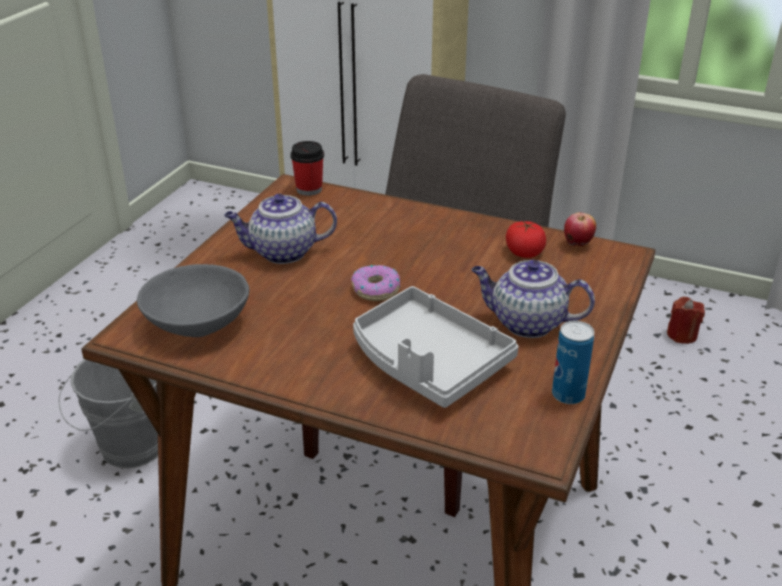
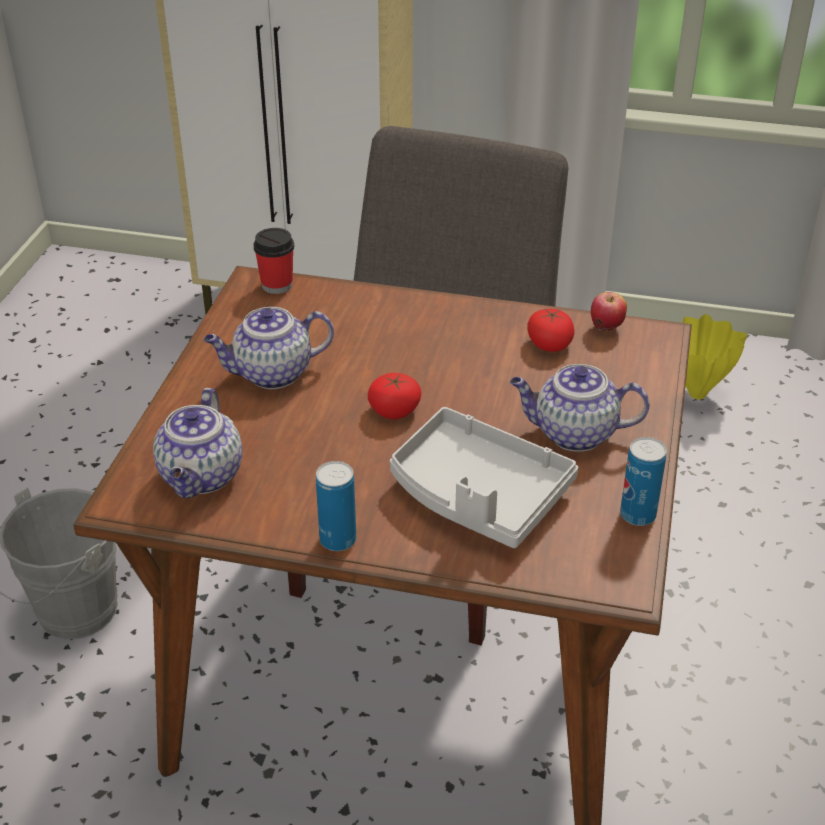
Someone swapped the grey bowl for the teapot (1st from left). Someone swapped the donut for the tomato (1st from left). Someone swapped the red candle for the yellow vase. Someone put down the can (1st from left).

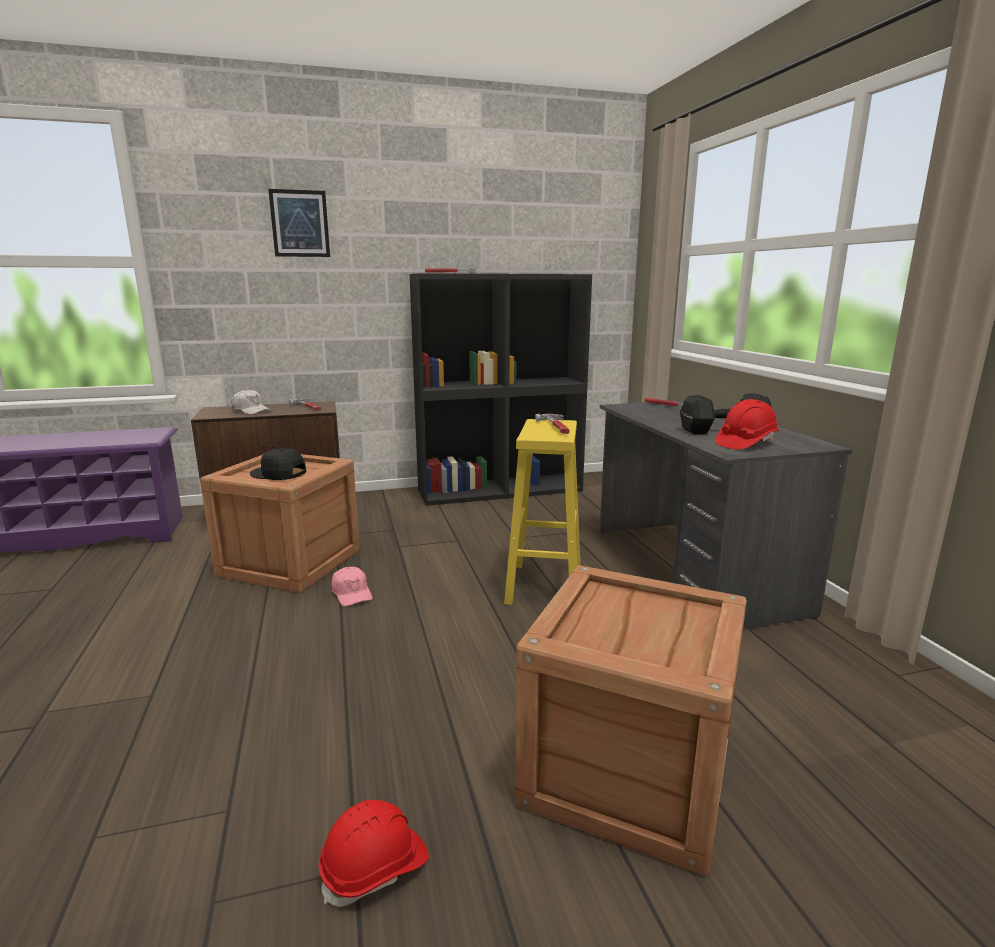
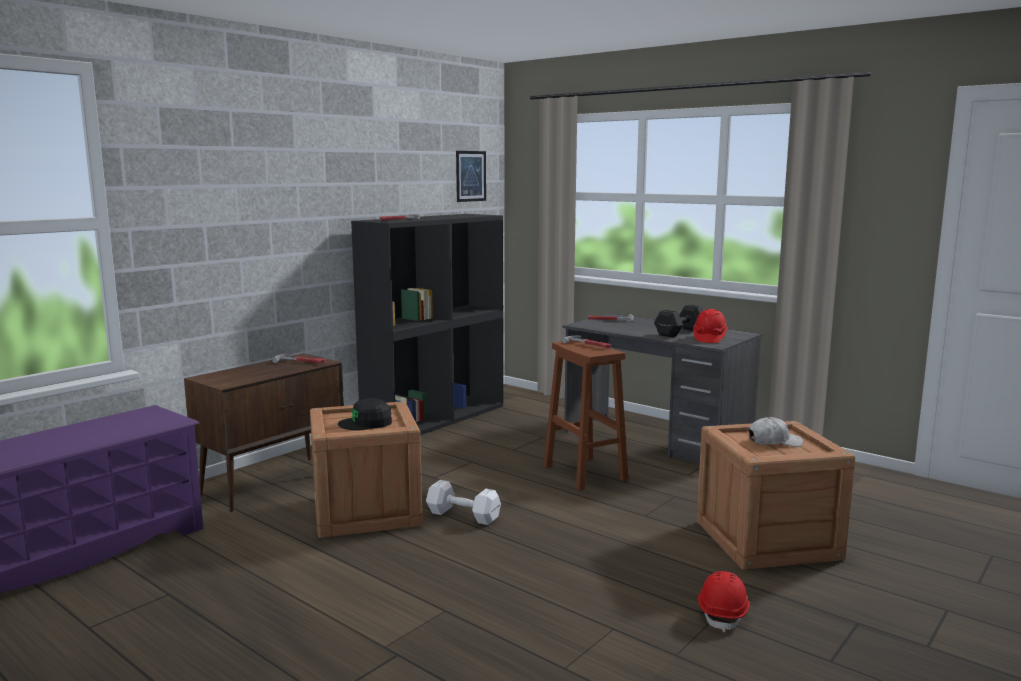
Someone carried the white cap. Someone carried the picture. Someone swapped the pink cap for the white dumbbell. Someone repainted the yellow stool, which became the brown stool.

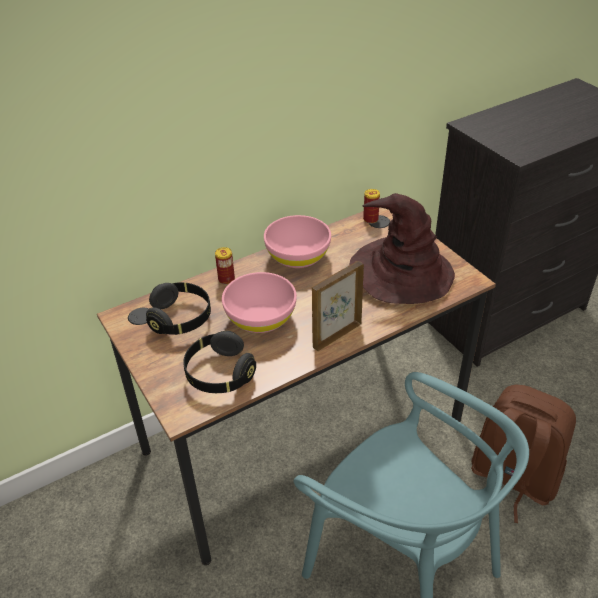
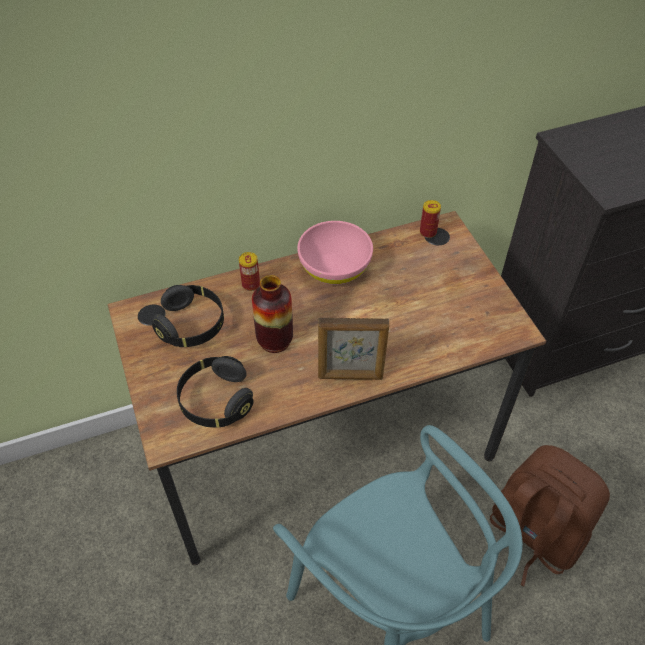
Someone swapped the pink bowl (1st from left) for the vase. Someone rotated the picture frame by 150 degrees counterclockwise. Someone took away the brown hat.

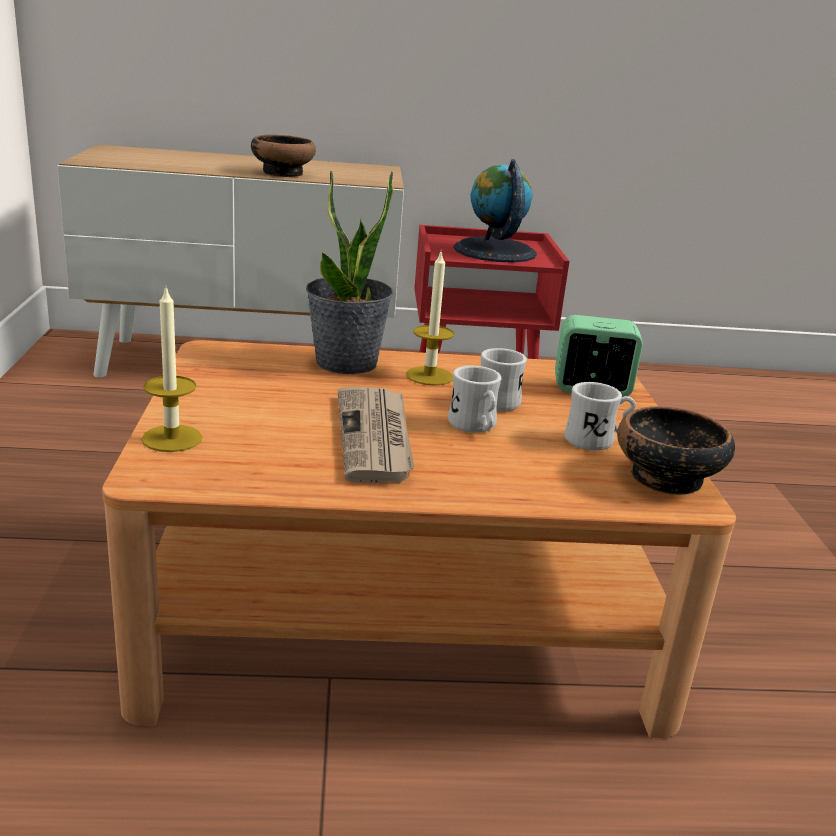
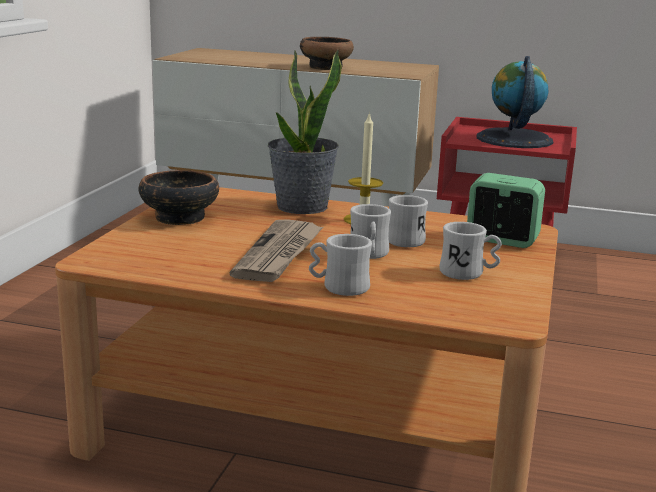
Someone took away the candle (1st from left). Someone carried the bowl (2nd from left in the first image). Someone put down the white mug (1st from left).

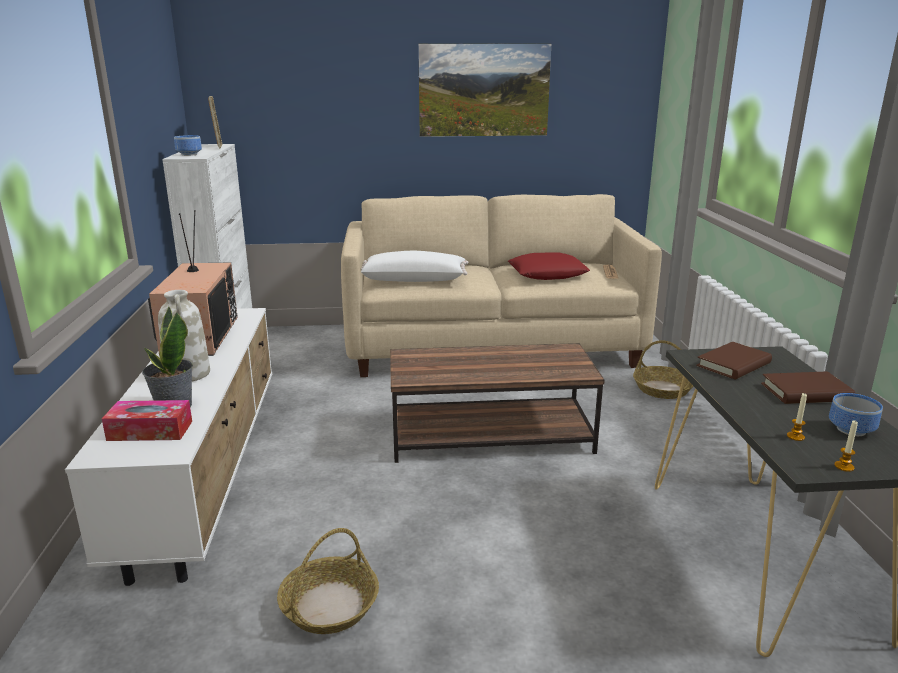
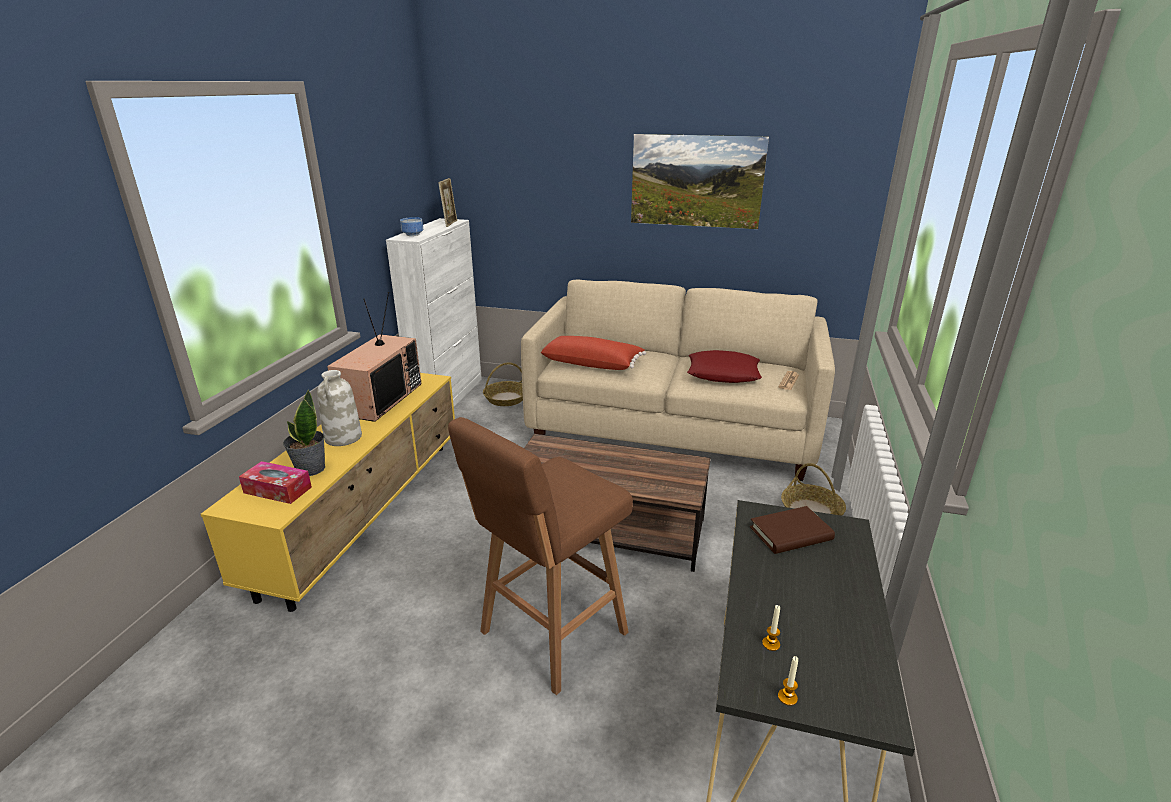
Someone repainted the white tv stand, which became the yellow tv stand. Someone carried the basket (1st from left). Someone repainted the white pillow, which became the red pillow (1st from left). Someone took away the brown book (2nd from left). Someone took away the bowl (2nd from left). Someone put down the brown stool.

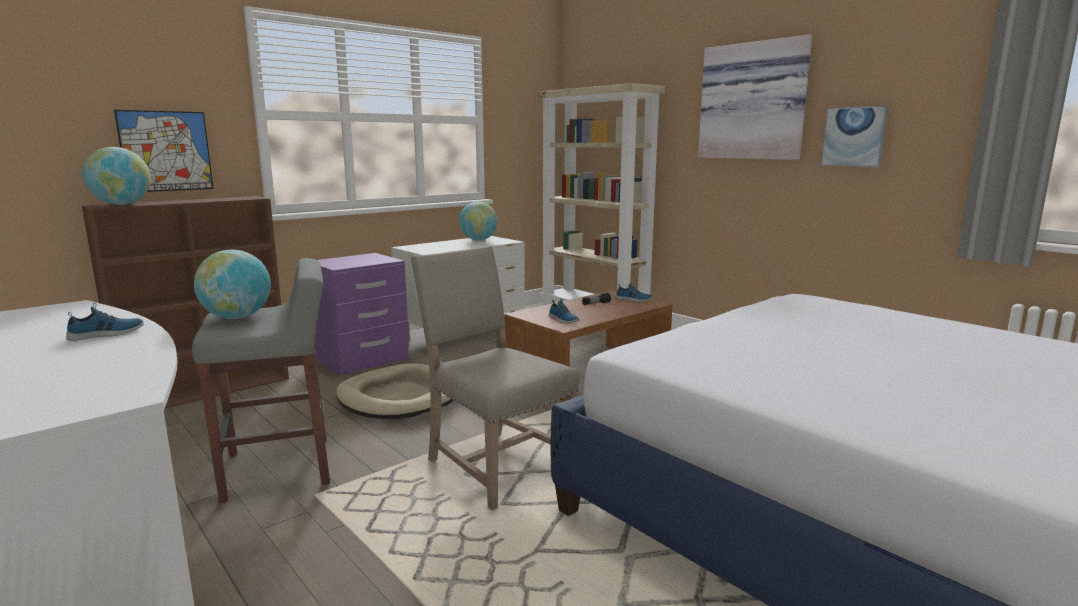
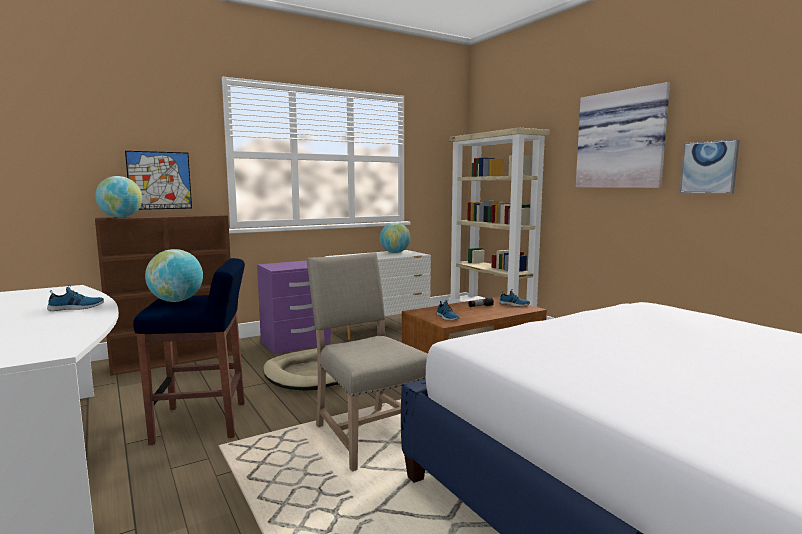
Someone repainted the grey stool, which became the blue stool.

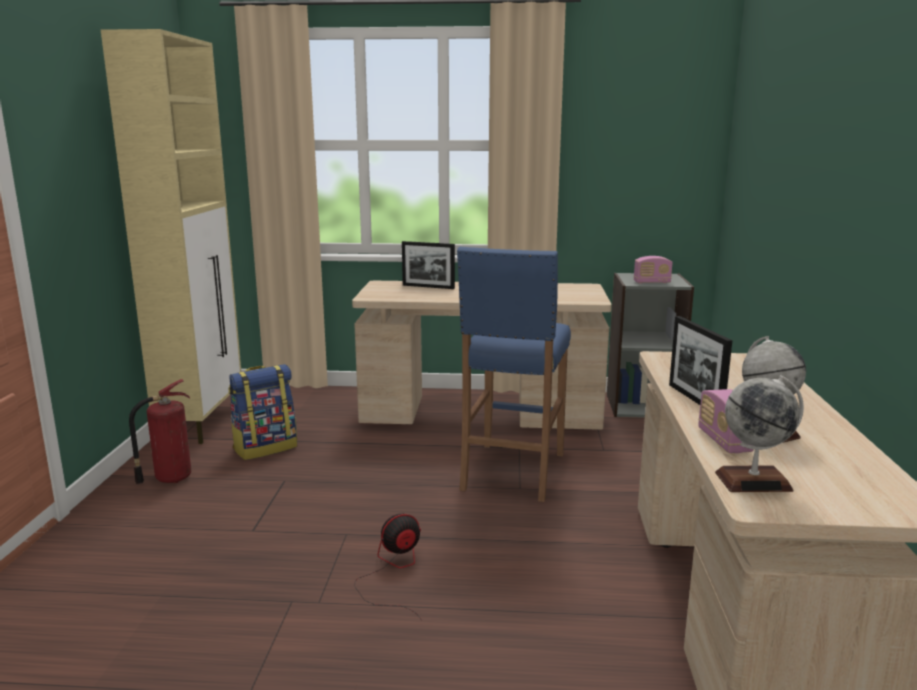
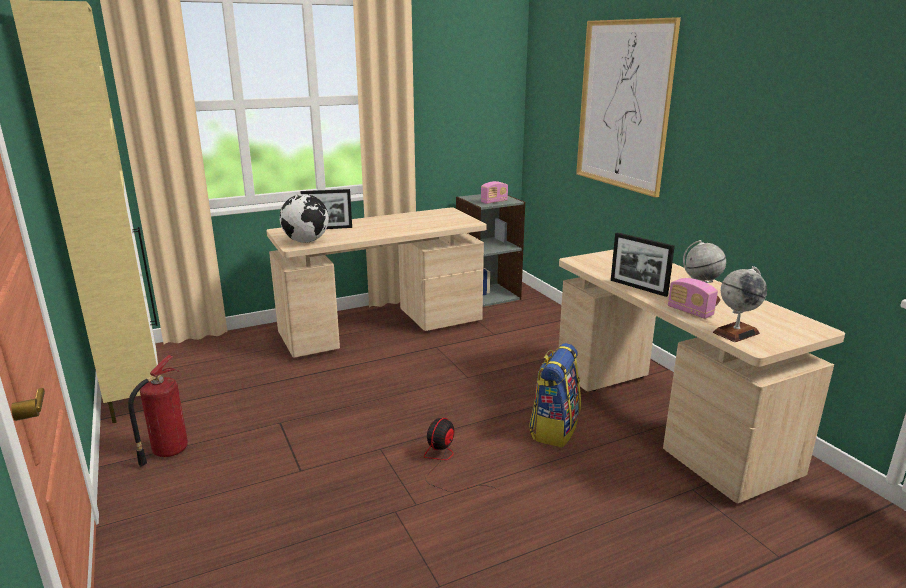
Someone carried the backpack. Someone took away the blue stool. Someone put down the globe (1st from left). Someone put up the picture.

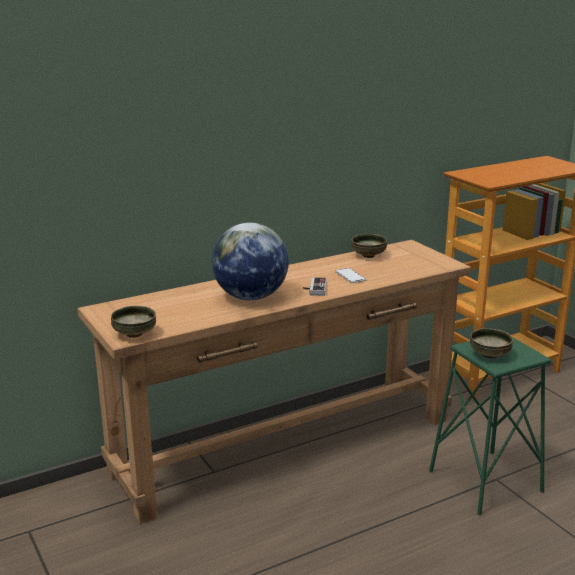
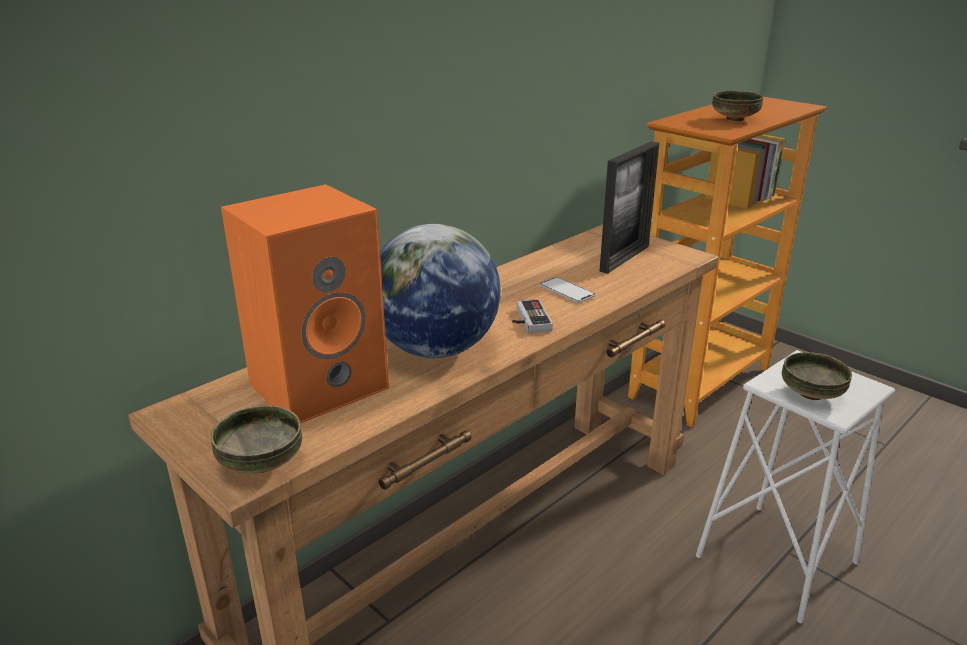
Someone carried the bowl (2nd from left). Someone repainted the green stool, which became the white stool. Someone put down the orange speaker. Someone put down the picture frame.

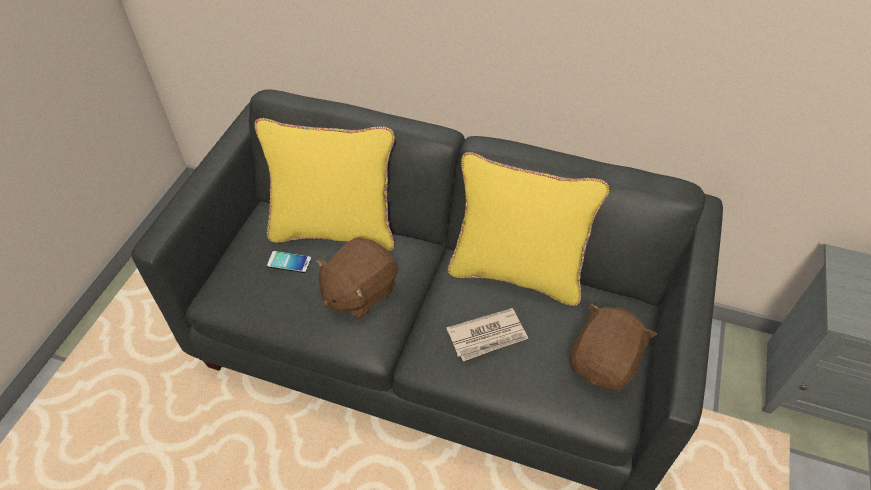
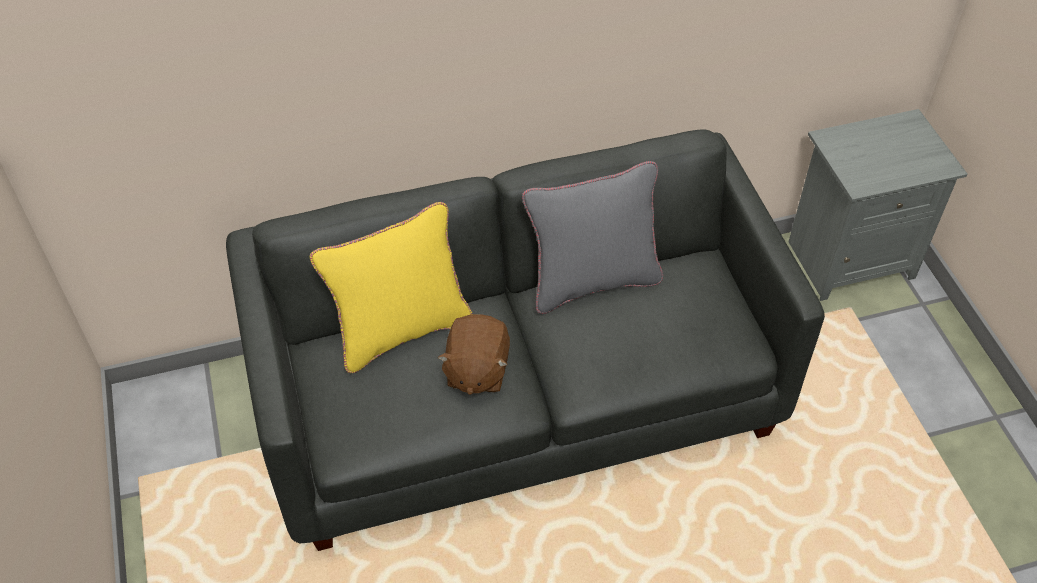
Someone took away the phone. Someone took away the newspaper. Someone repainted the yellow pillow (2nd from left), which became the grey pillow. Someone took away the brown plush toy (2nd from left).

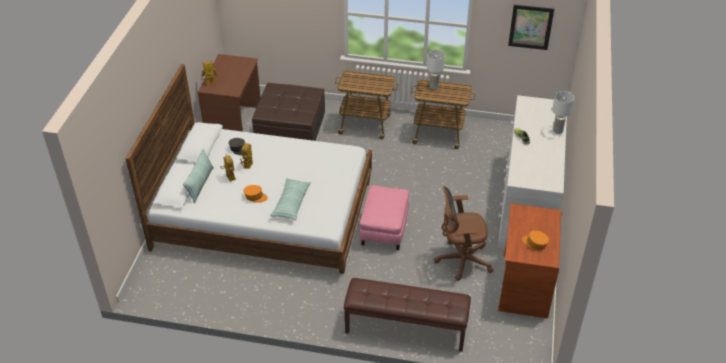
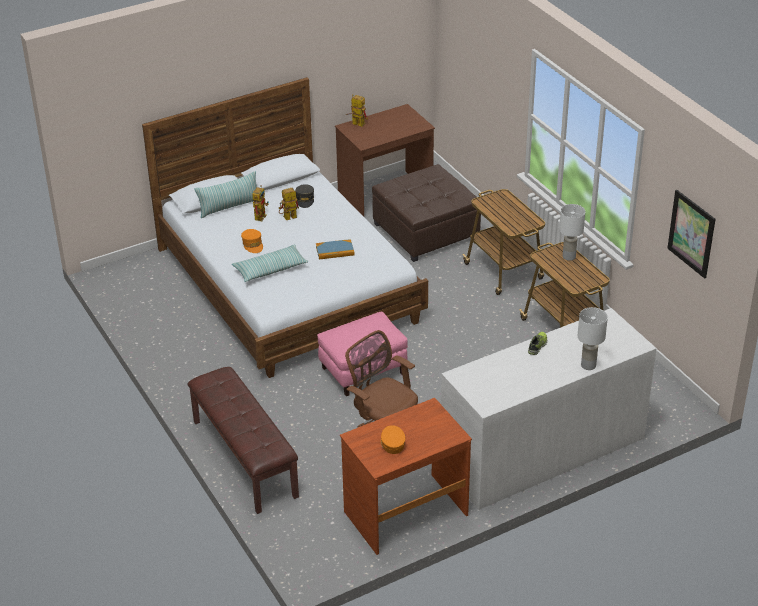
Someone put down the book.

